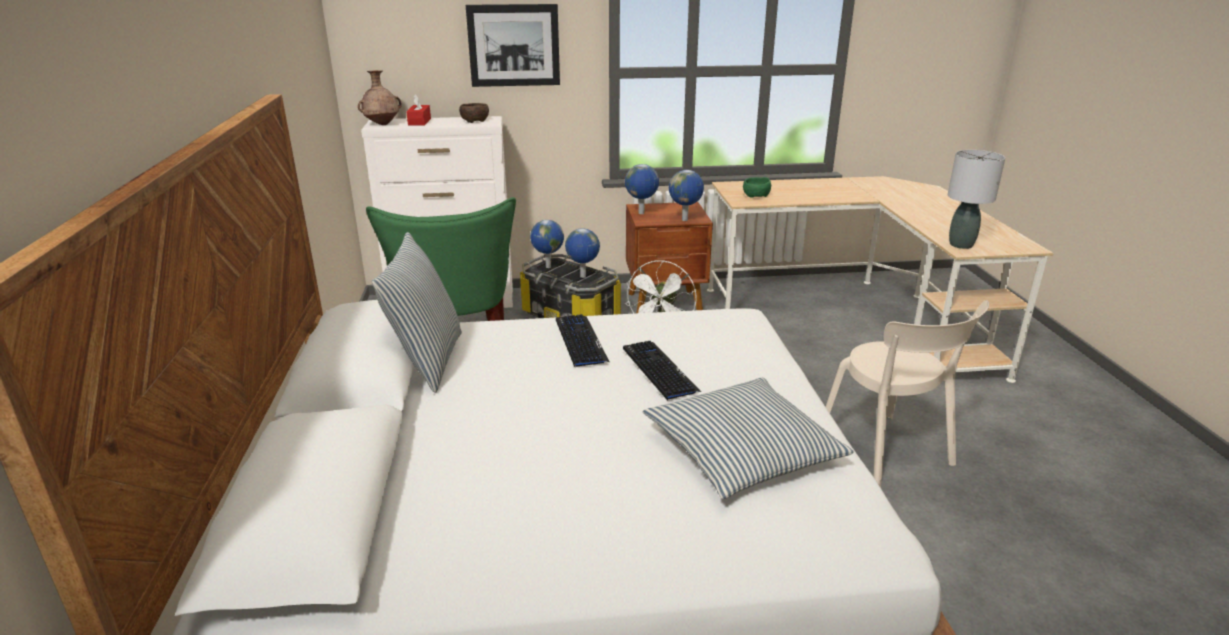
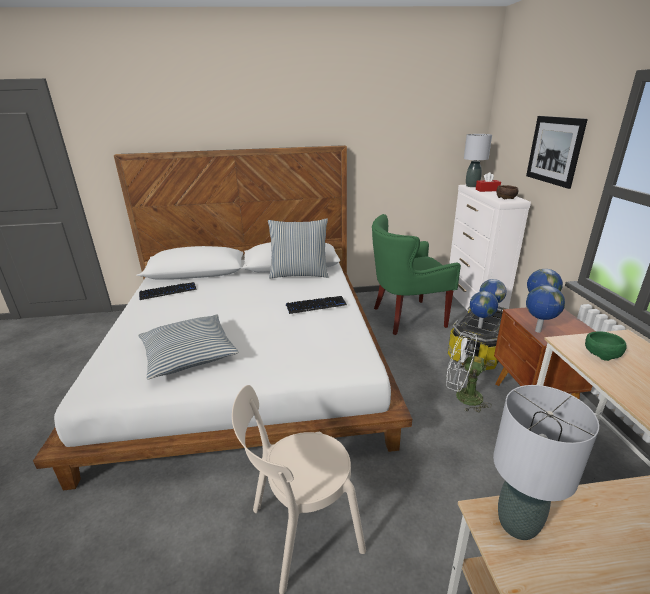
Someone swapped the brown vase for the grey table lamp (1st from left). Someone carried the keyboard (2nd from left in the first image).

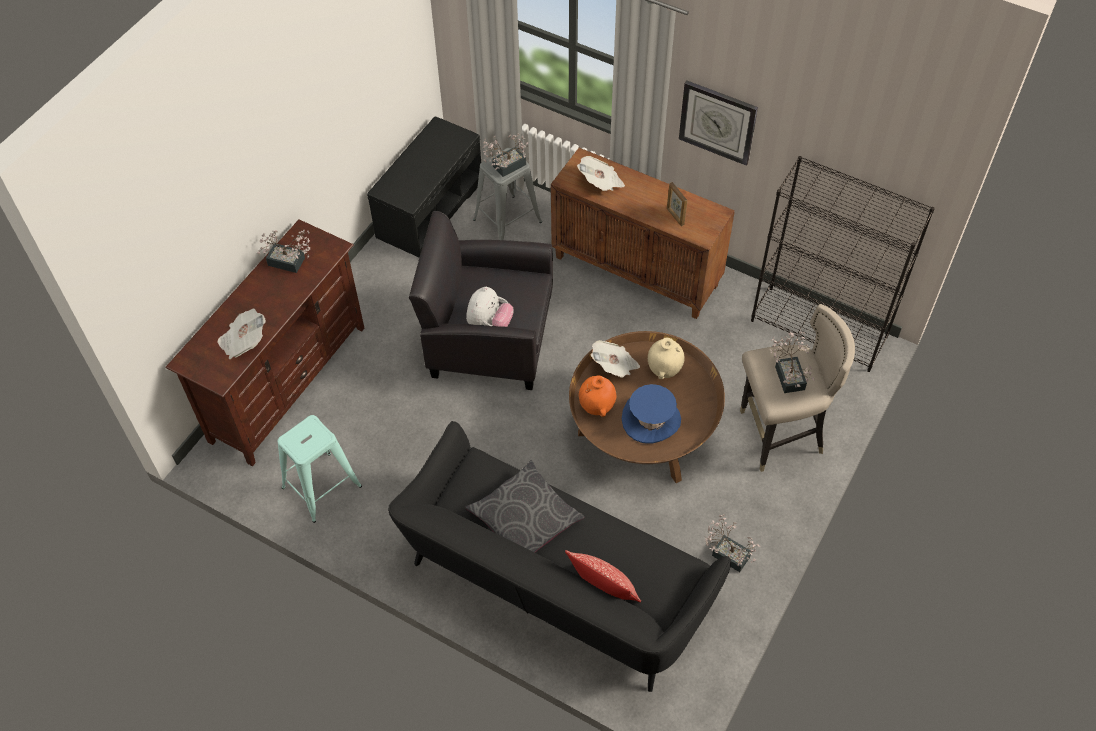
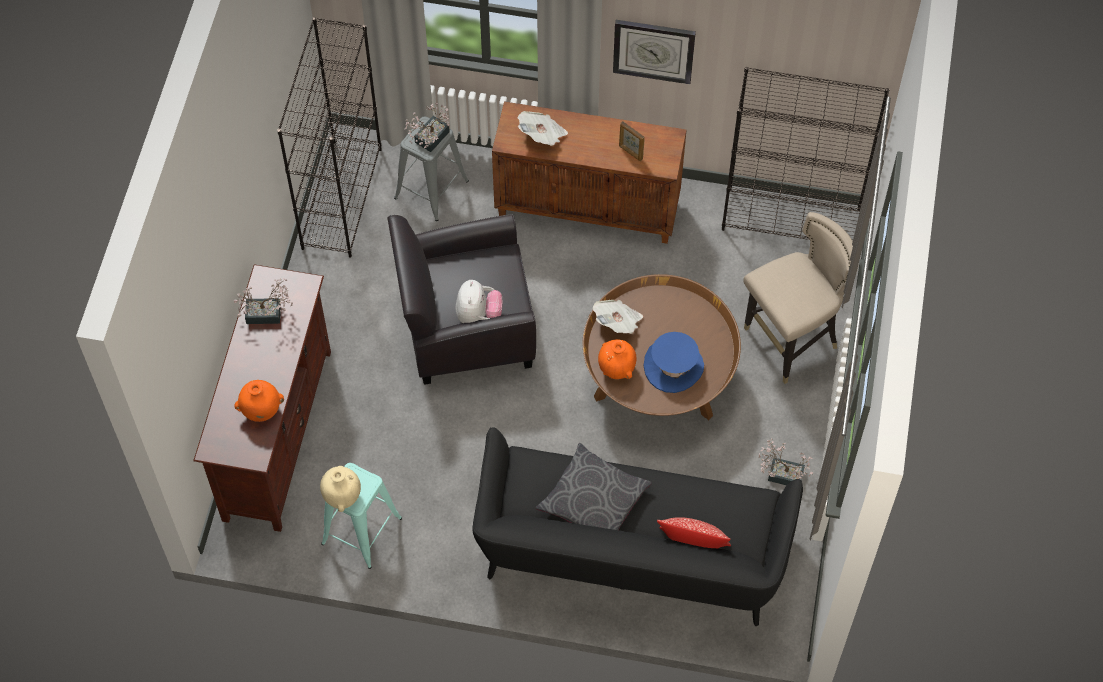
Someone swapped the newspaper (1st from left) for the orange vase (1st from left). Someone swapped the black bench for the black bookcase (1st from left). Someone carried the beige vase. Someone took away the potted plant (4th from left).

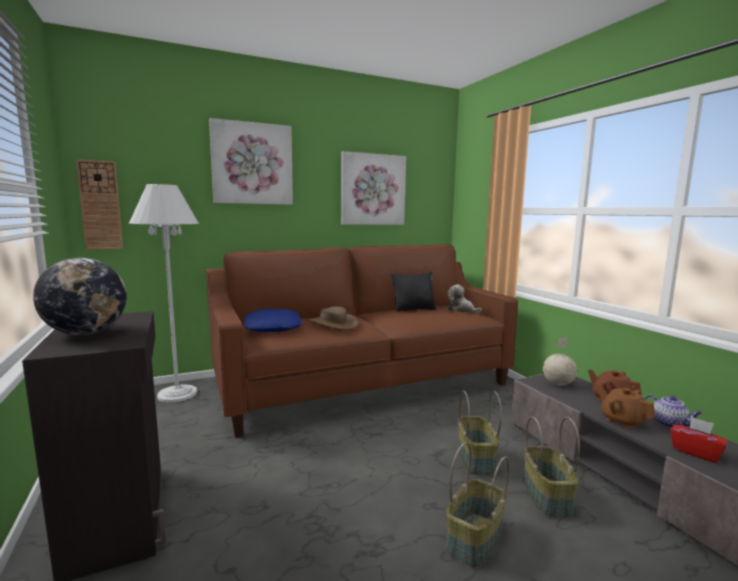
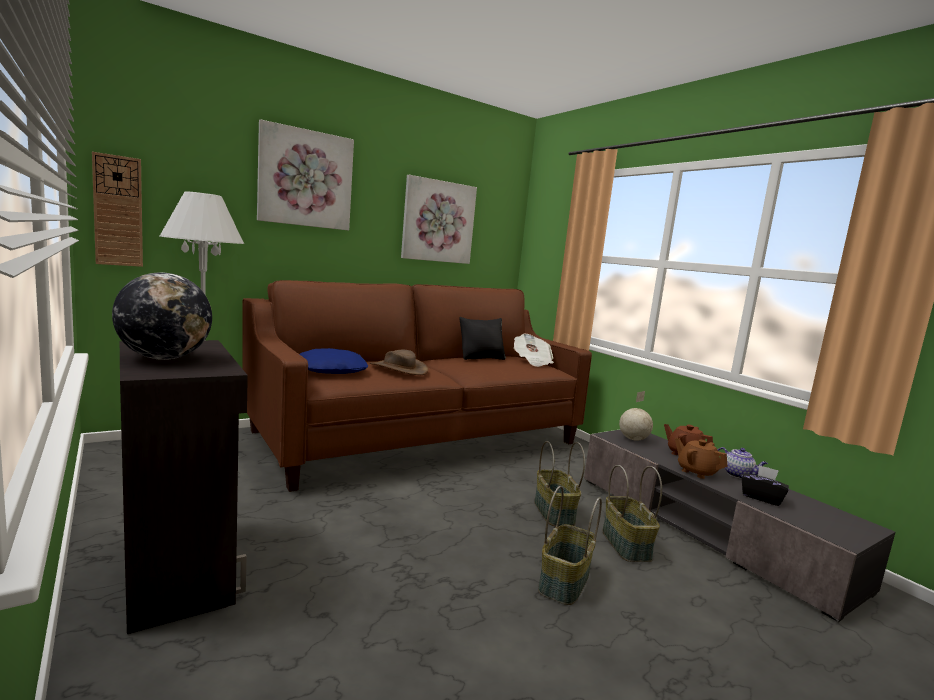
Someone swapped the plush toy for the newspaper. Someone repainted the red tissue box, which became the black tissue box.

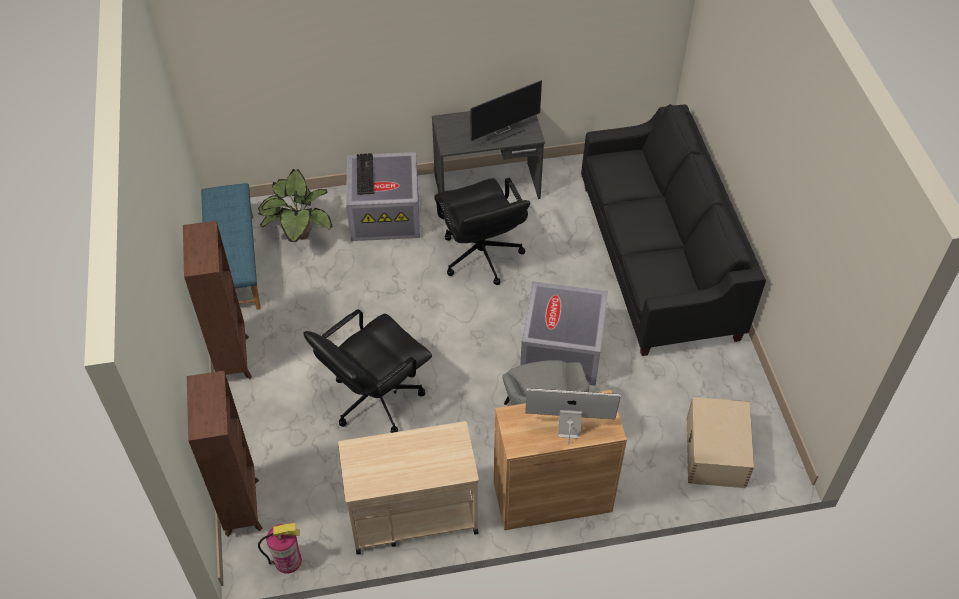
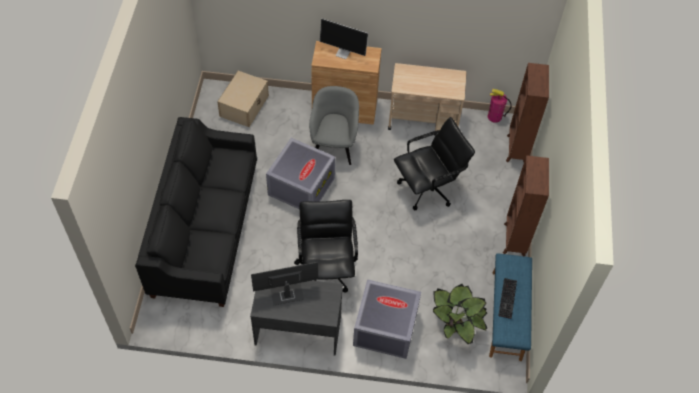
Someone carried the keyboard.

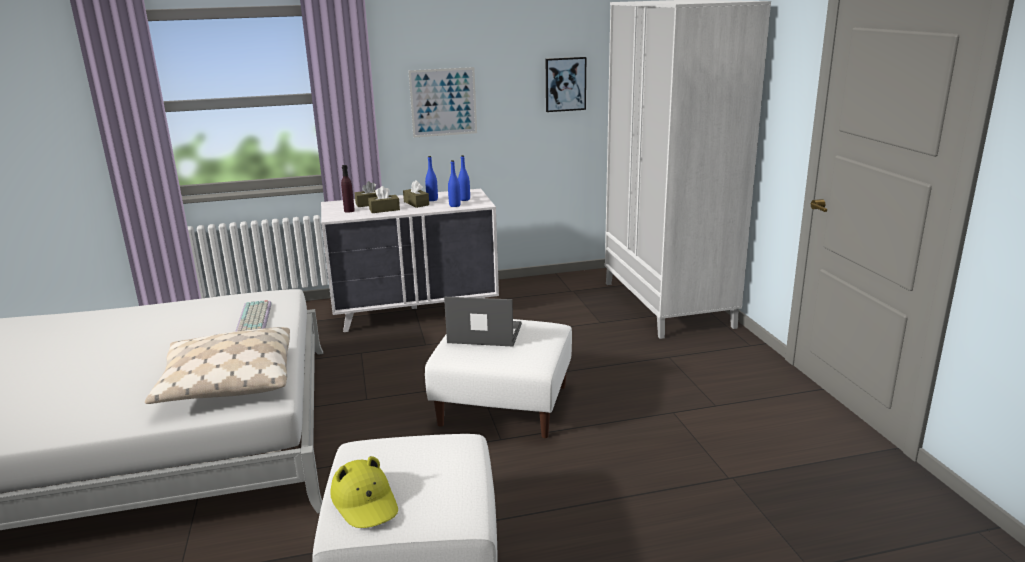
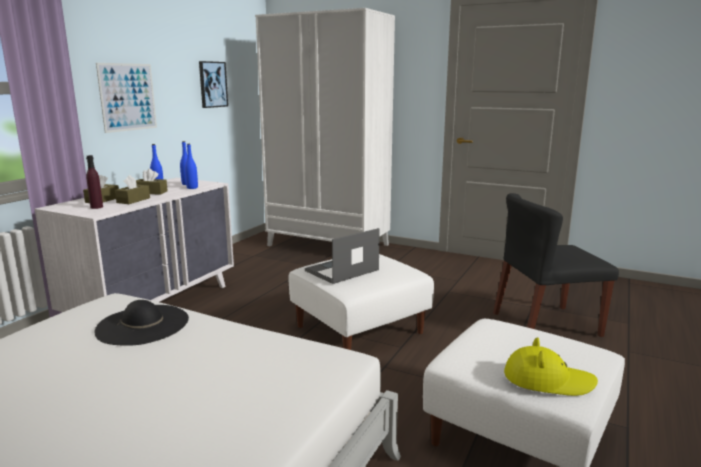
Someone took away the beige pillow. Someone swapped the keyboard for the black hat. Someone put down the black chair.

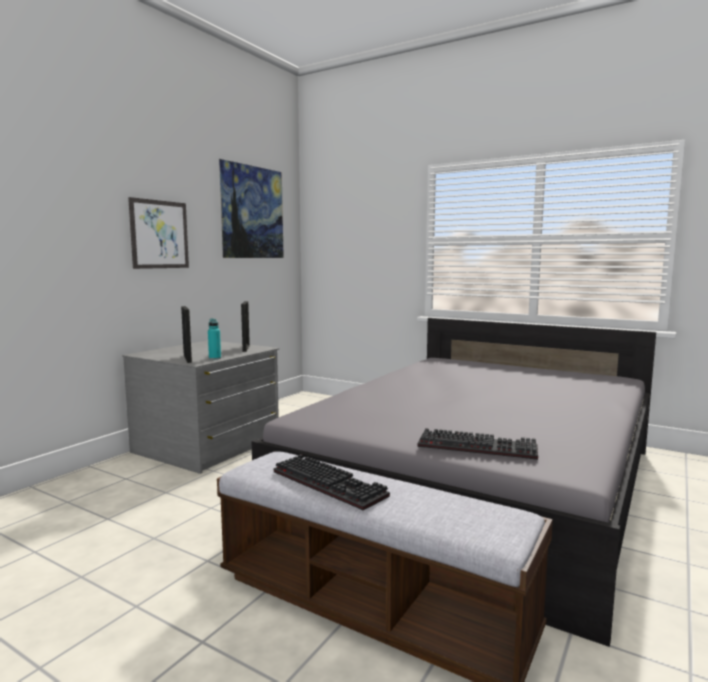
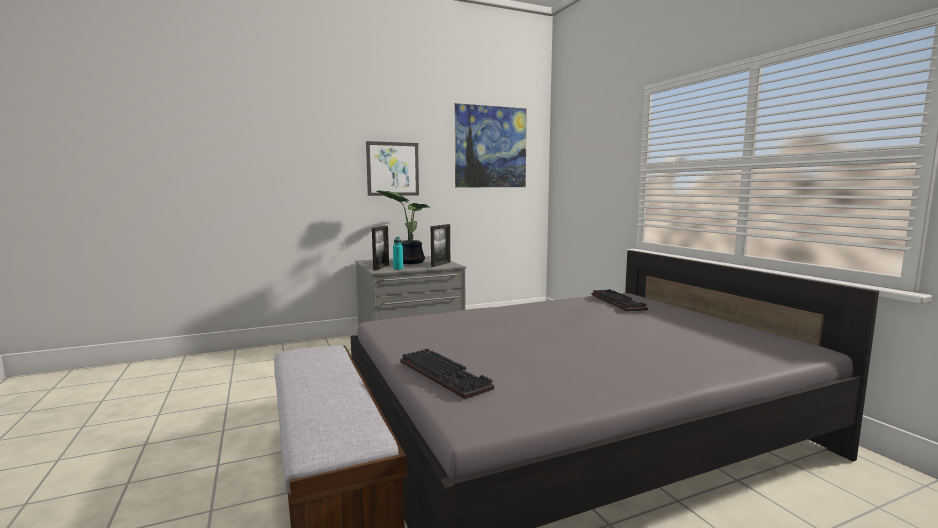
Someone carried the keyboard (1st from left in the first image). Someone put down the potted plant.

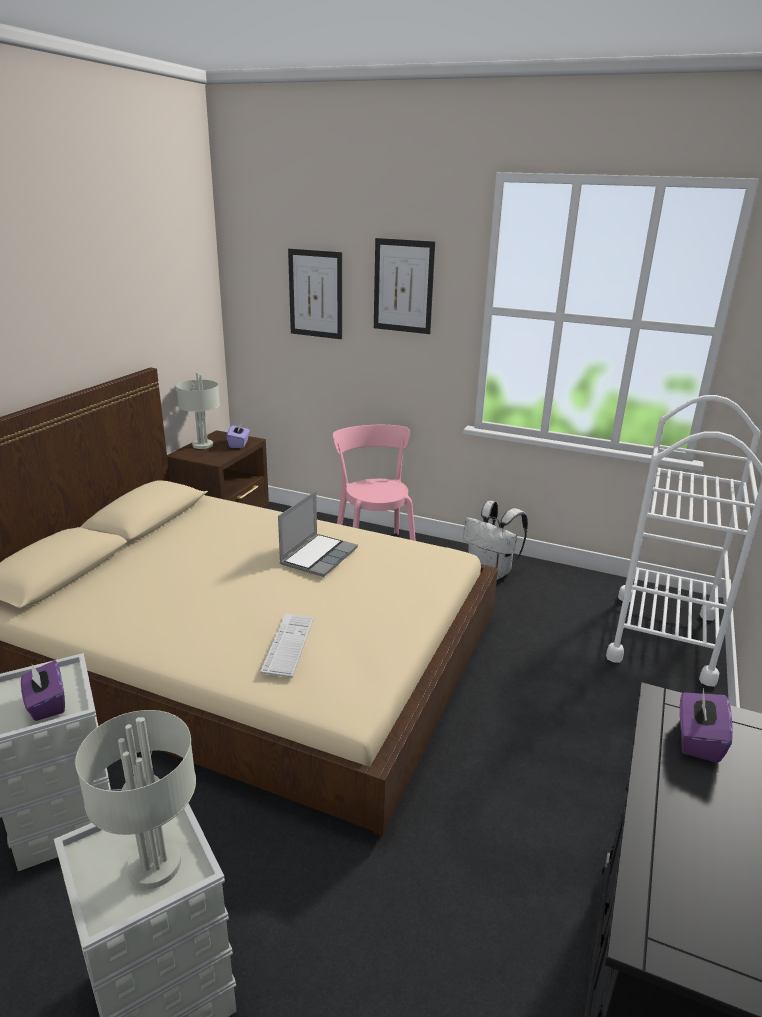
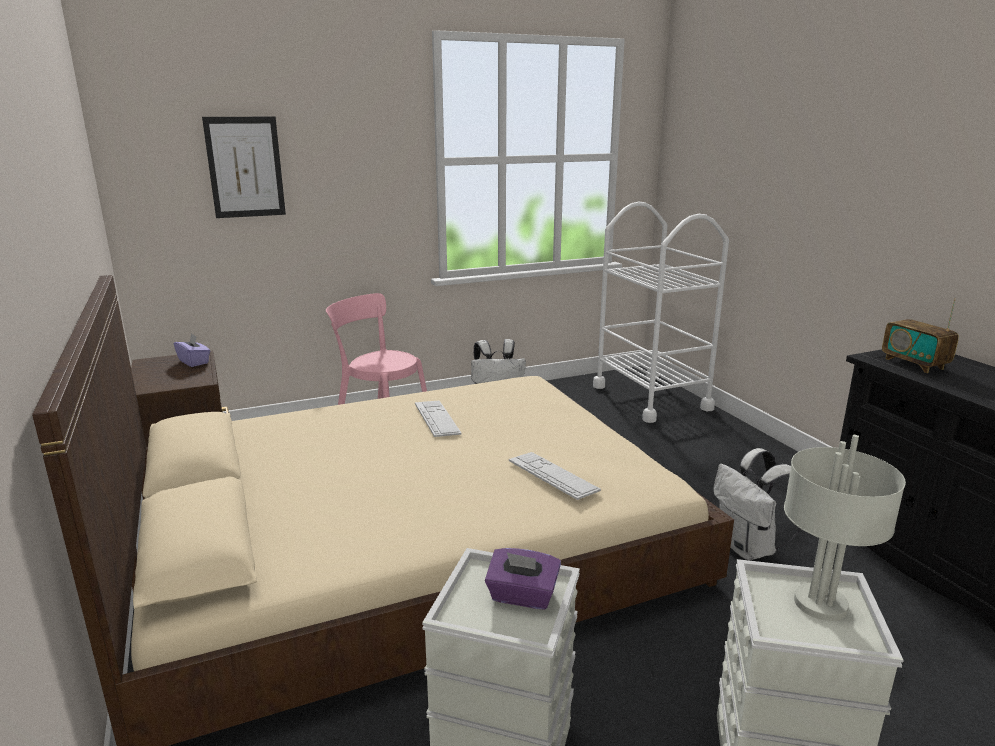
Someone took away the grey table lamp (2nd from left). Someone swapped the laptop for the keyboard (1st from left). Someone took away the picture (2nd from left). Someone swapped the purple tissue box (3rd from left) for the radio. Someone put down the white backpack (2nd from left).

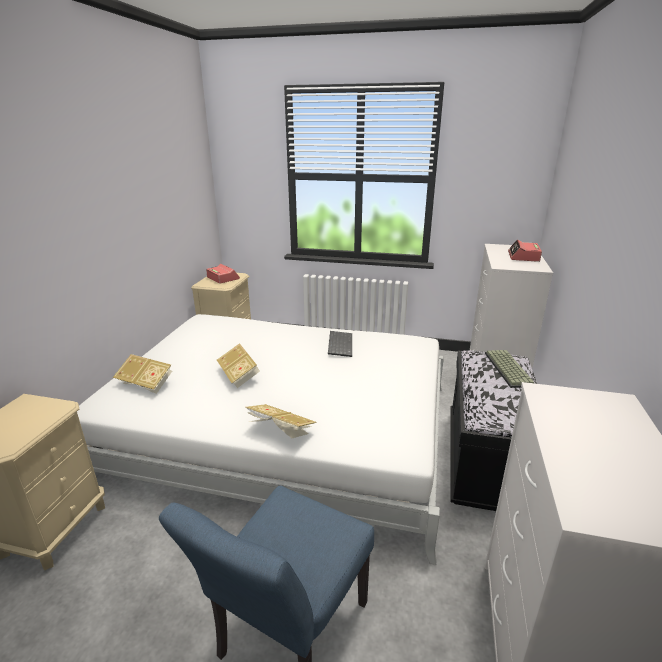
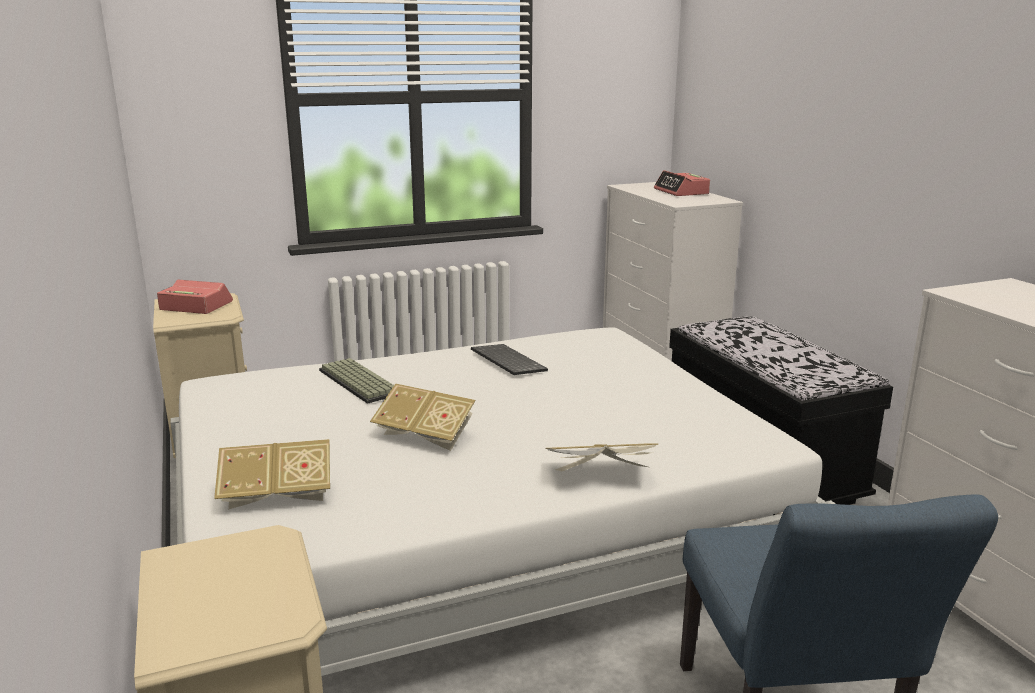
Someone carried the keyboard (2nd from left in the first image).

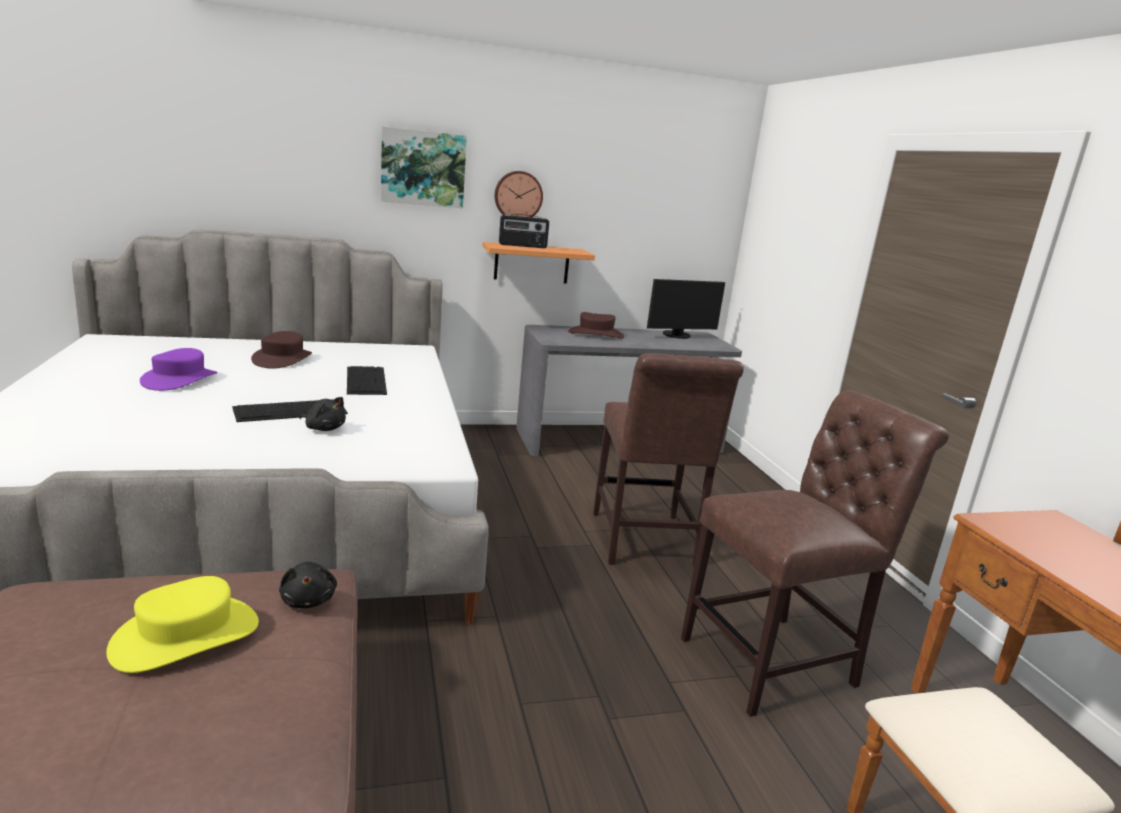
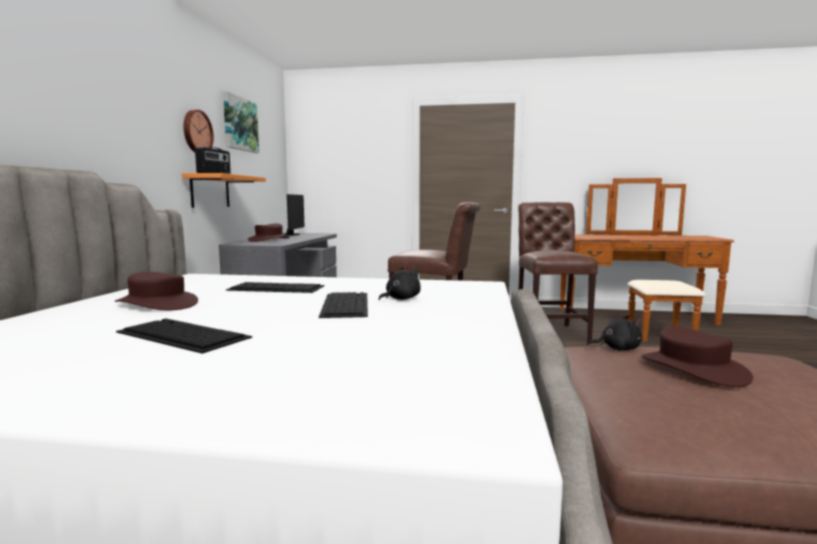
Someone repainted the yellow hat, which became the brown hat (3rd from left). Someone swapped the purple hat for the keyboard (1st from left). Someone carried the picture.

